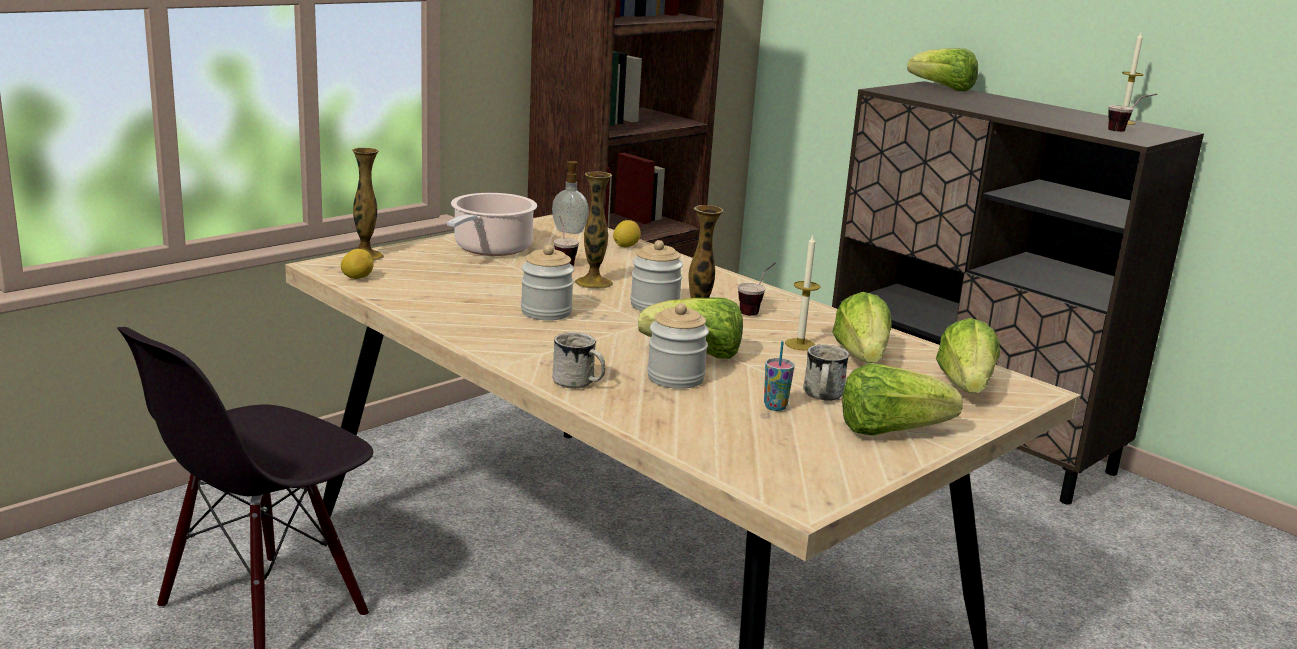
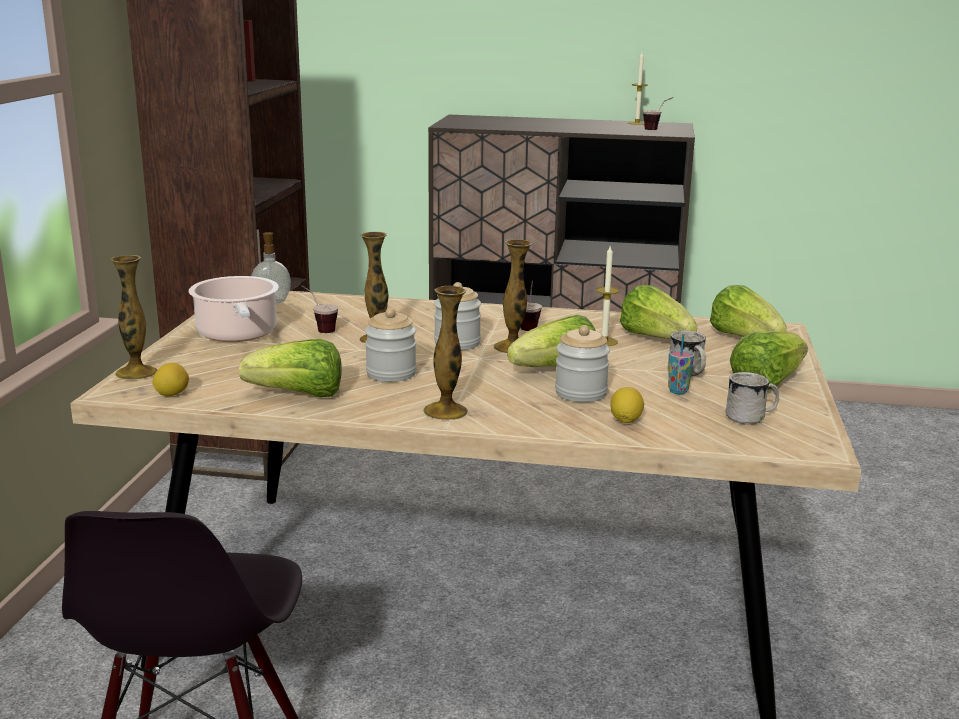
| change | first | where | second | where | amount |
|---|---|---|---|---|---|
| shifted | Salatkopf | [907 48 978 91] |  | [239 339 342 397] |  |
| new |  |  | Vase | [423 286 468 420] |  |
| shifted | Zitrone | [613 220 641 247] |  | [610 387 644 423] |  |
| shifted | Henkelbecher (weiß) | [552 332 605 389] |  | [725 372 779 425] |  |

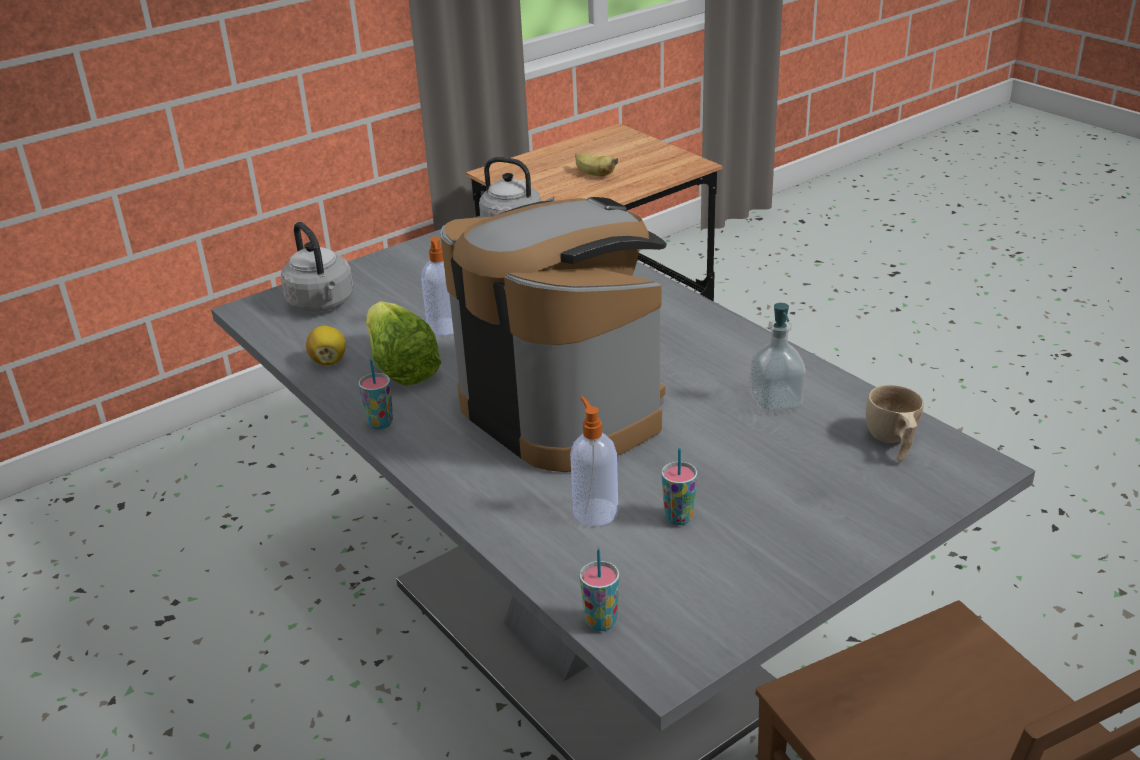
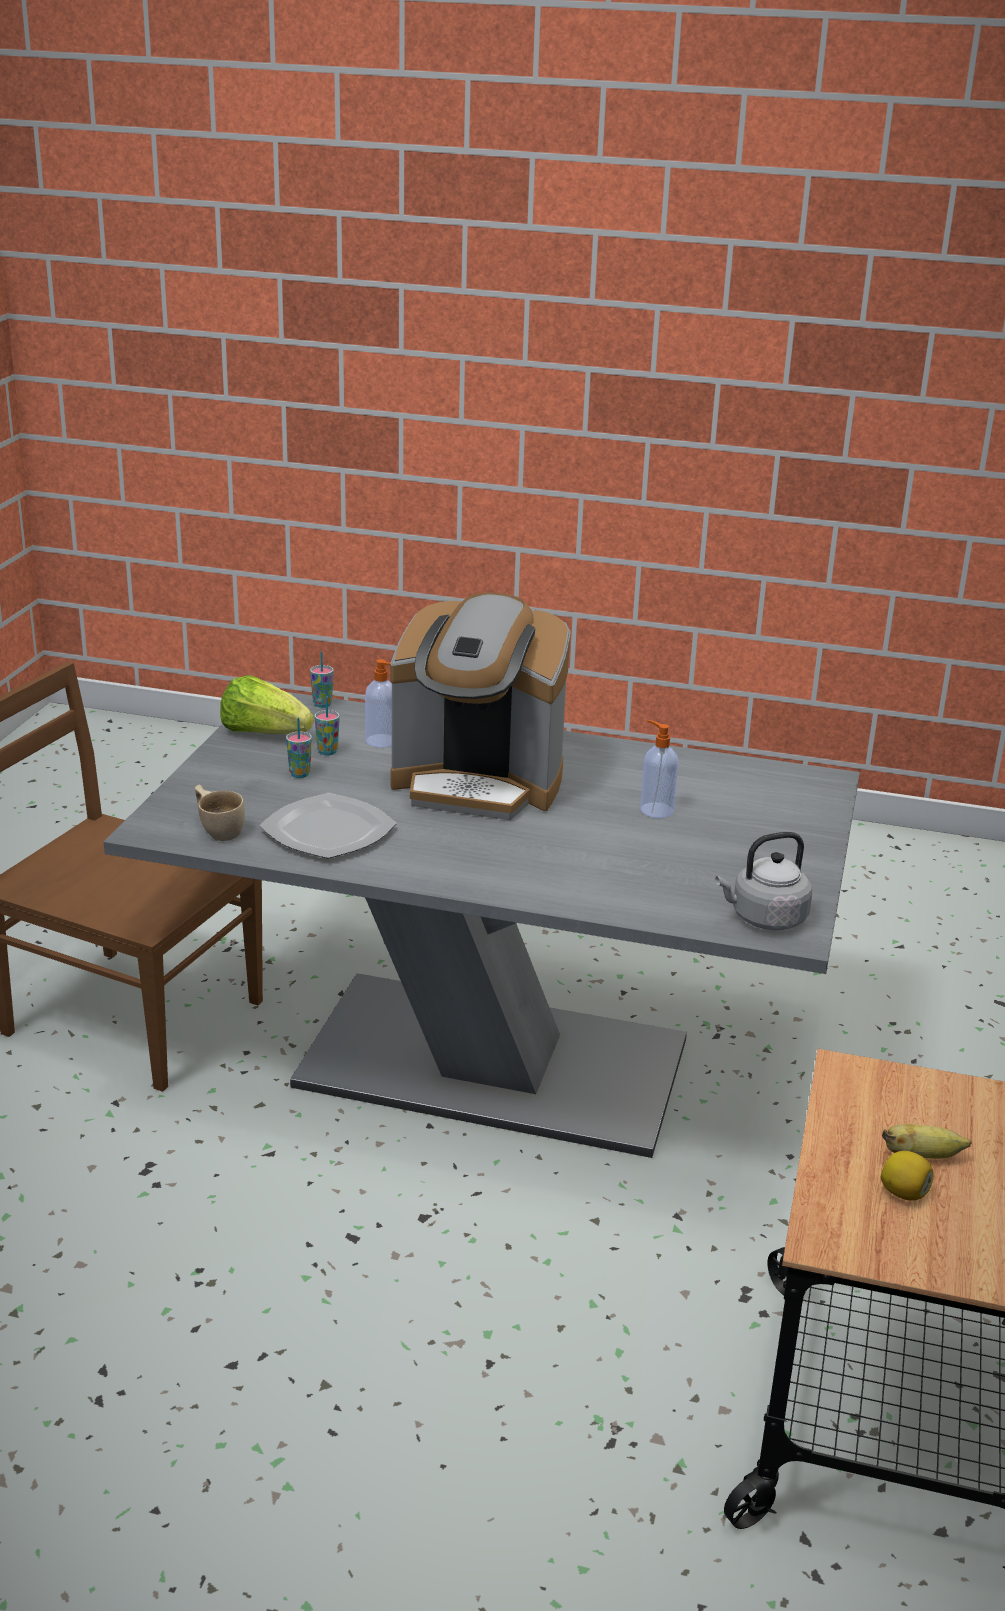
| change | first | where | second | where | amount |
|---|---|---|---|---|---|
| shifted | Salatkopf | [366 301 441 386] |  | [220 675 314 734] |  |
| swapped | Seifenspender | [749 303 806 413] | Teller | [259 793 397 858] |  |
| shifted | Tasse | [359 359 393 429] |  | [286 718 312 778] |  |
| shifted | Zitrone | [306 326 346 365] |  | [881 1151 934 1201] |  |
| gone | Wasserkessel (grau) | [281 222 353 312] |  |  |  |

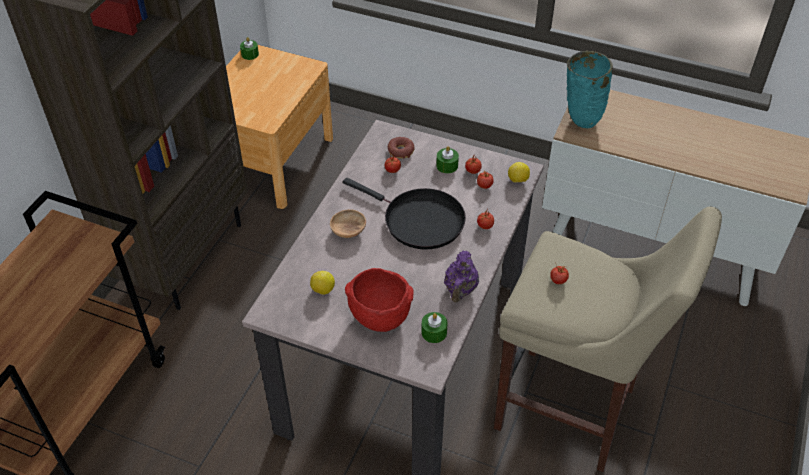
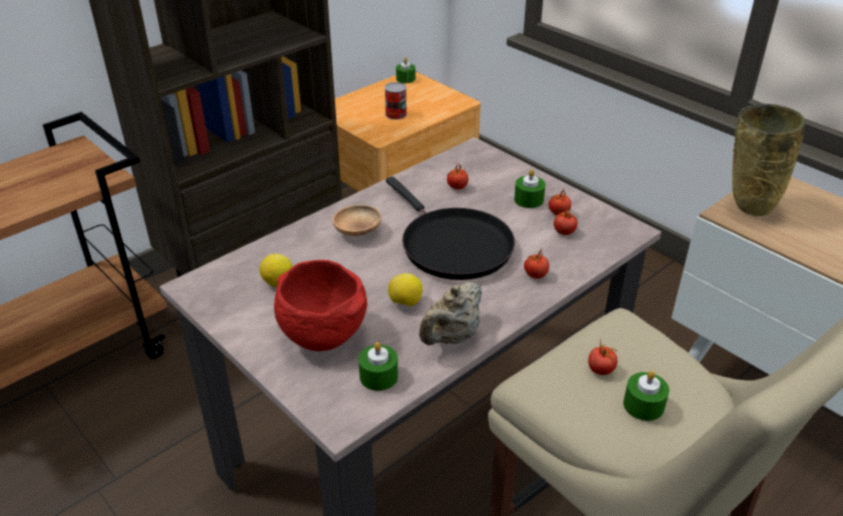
| change | first | where | second | where | amount |
|---|---|---|---|---|---|
| new |  |  | Dose | [384 82 407 120] |  |
| shifted | Zitrone | [508 162 530 183] |  | [388 273 422 306] |  |
| repainted | Teekanne (lila) | [444 251 479 302] | Teekanne (beige) | [419 282 482 345] |  |
| new |  |  | Kerze (grün) | [623 371 669 421] |  |
| repainted | Vase (türkis) | [567 51 613 128] | Vase (beige) | [732 104 806 216] |  |
| gone | Donut | [388 137 415 158] |  |  |  |

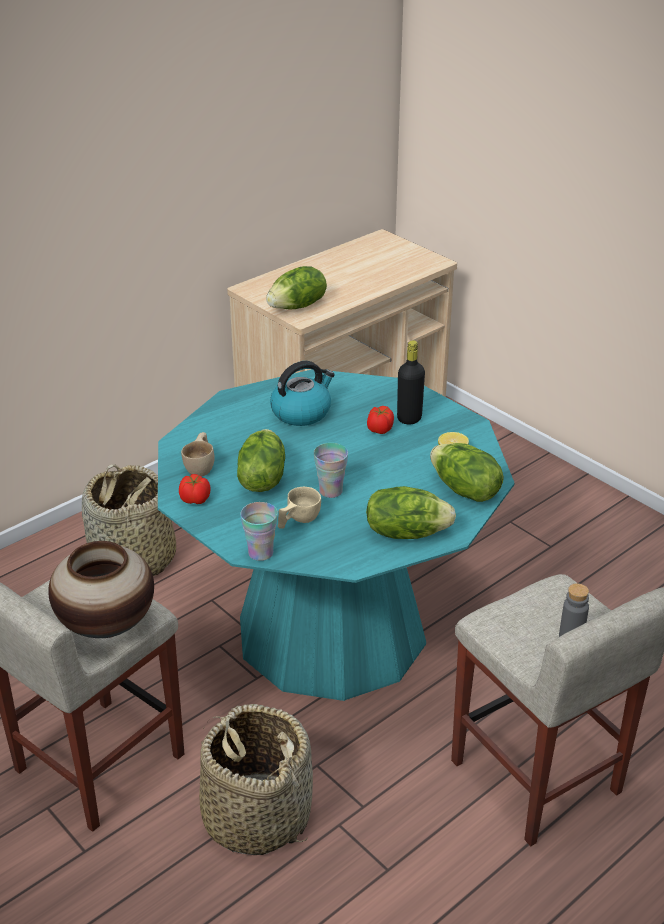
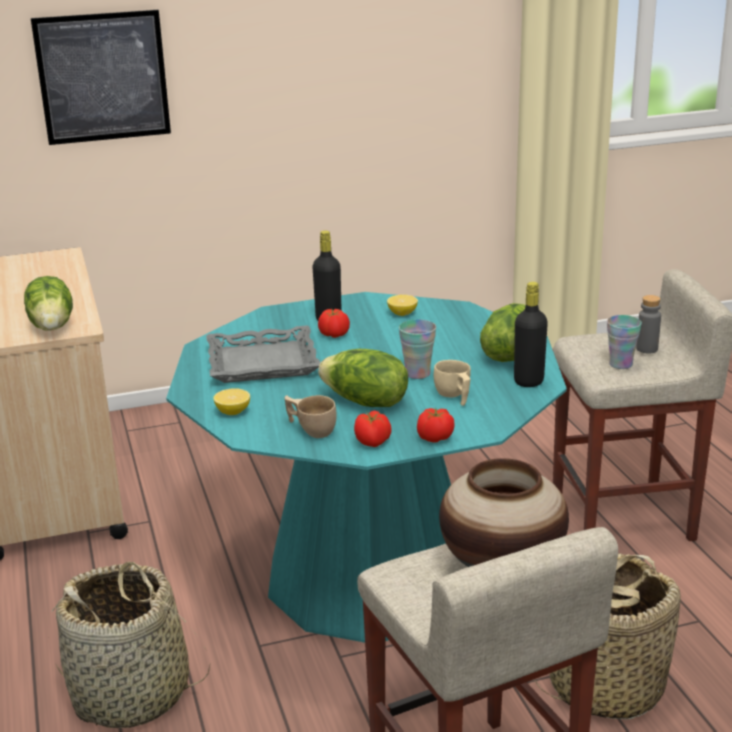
| change | first | where | second | where | amount |
|---|---|---|---|---|---|
| new |  |  | Bild | [31 10 171 145] |  |
| swapped | Wasserkessel | [270 361 335 426] | Tablett (grau) | [206 325 320 383] |  |
| new |  |  | Zitrone | [213 388 250 415] |  |
| new |  |  | Tomate | [417 408 454 443] |  |
| new |  |  | Flasche (schwarz) | [514 282 548 387] |  |
| shifted | Tasse | [240 502 278 561] |  | [607 315 642 369] |  |
| gone | Salatkopf | [430 443 504 502] |  |  |  |

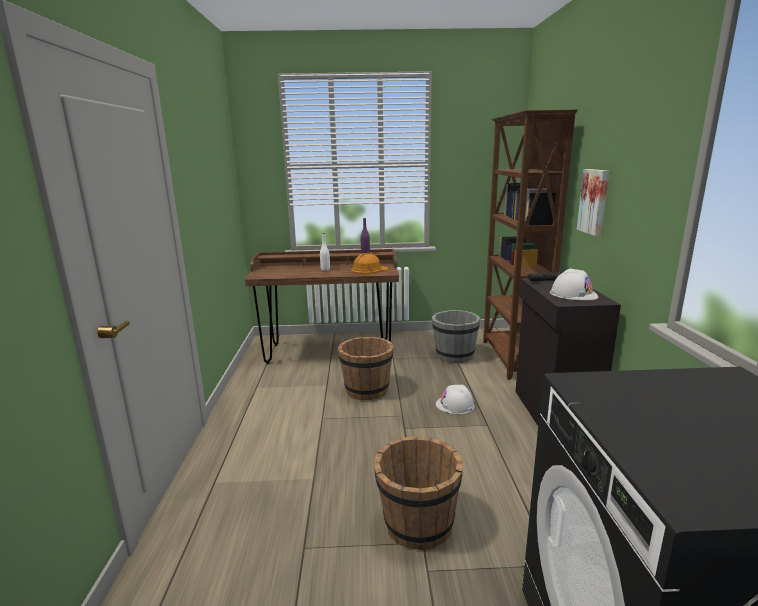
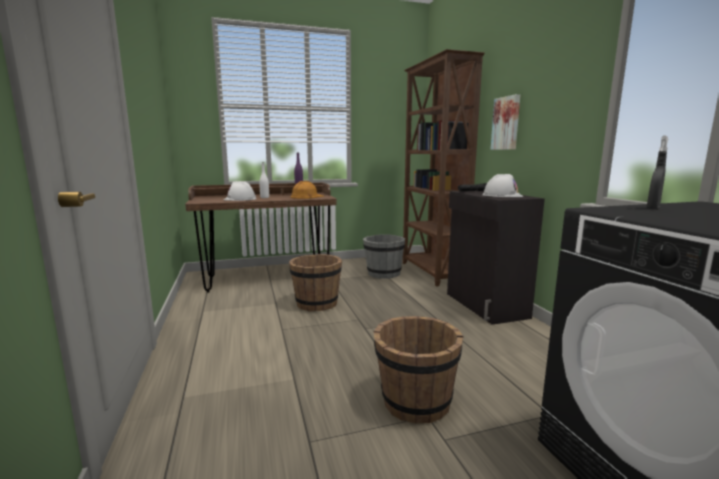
| change | first | where | second | where | amount |
|---|---|---|---|---|---|
| shifted | Schutzhelm (weiß) | [436 385 475 414] |  | [224 181 257 201] |  |
| new |  |  | Sprühflasche (grau) | [647 136 668 209] |  |

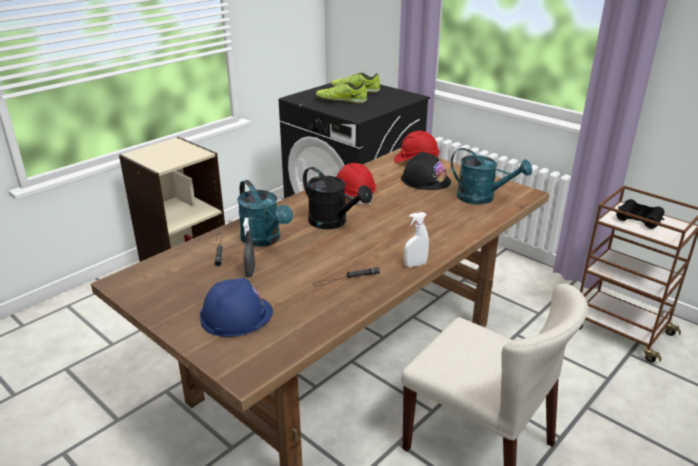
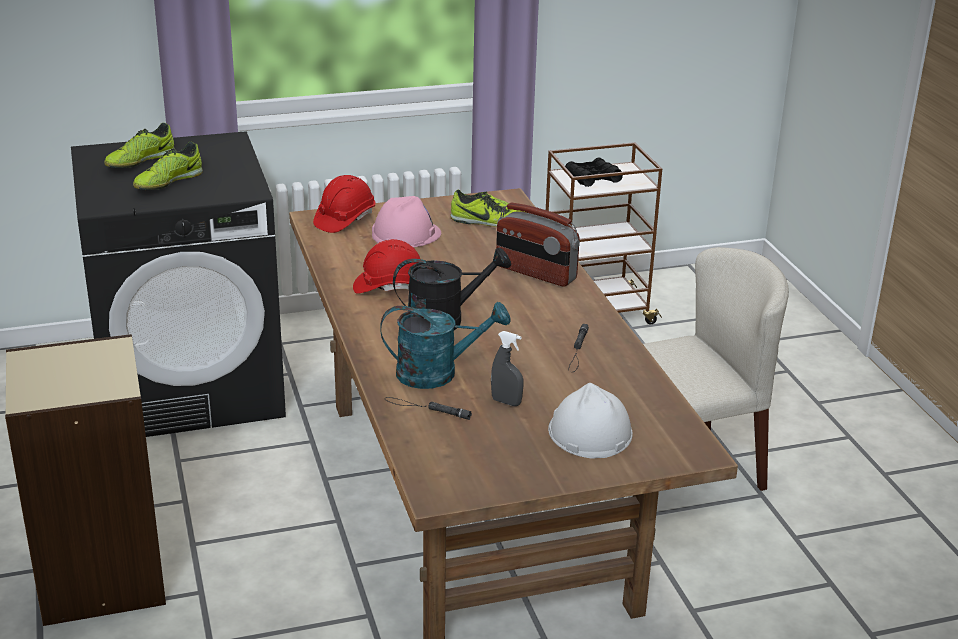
| change | first | where | second | where | amount |
|---|---|---|---|---|---|
| repainted | Schutzhelm (schwarz) | [401 151 451 190] | Schutzhelm (rosa) | [372 196 441 247] |  |
| swapped | Gießkanne (türkis) | [451 148 532 205] | Schuh | [450 189 524 227] |  |
| new |  |  | Radio | [496 203 580 287] |  |
| repainted | Schutzhelm (blau) | [200 278 273 337] | Schutzhelm (weiß) | [548 383 632 458] |  |
| gone | Sprühflasche (weiß) | [404 212 429 267] |  |  |  |

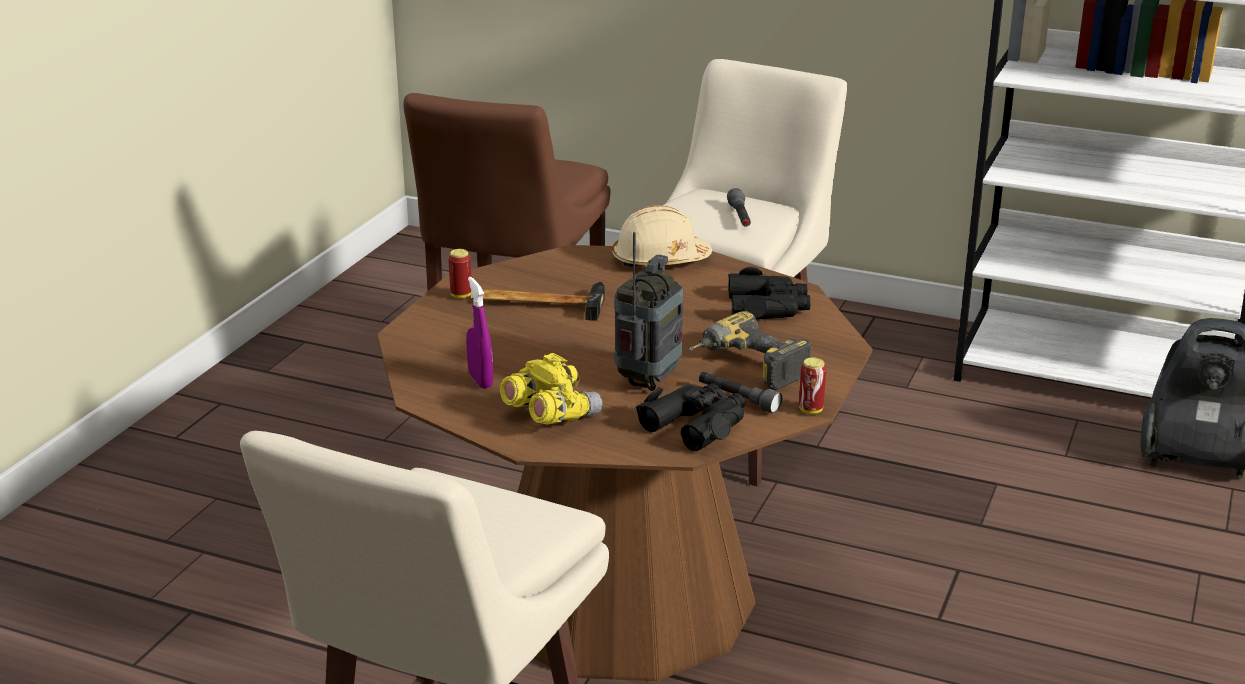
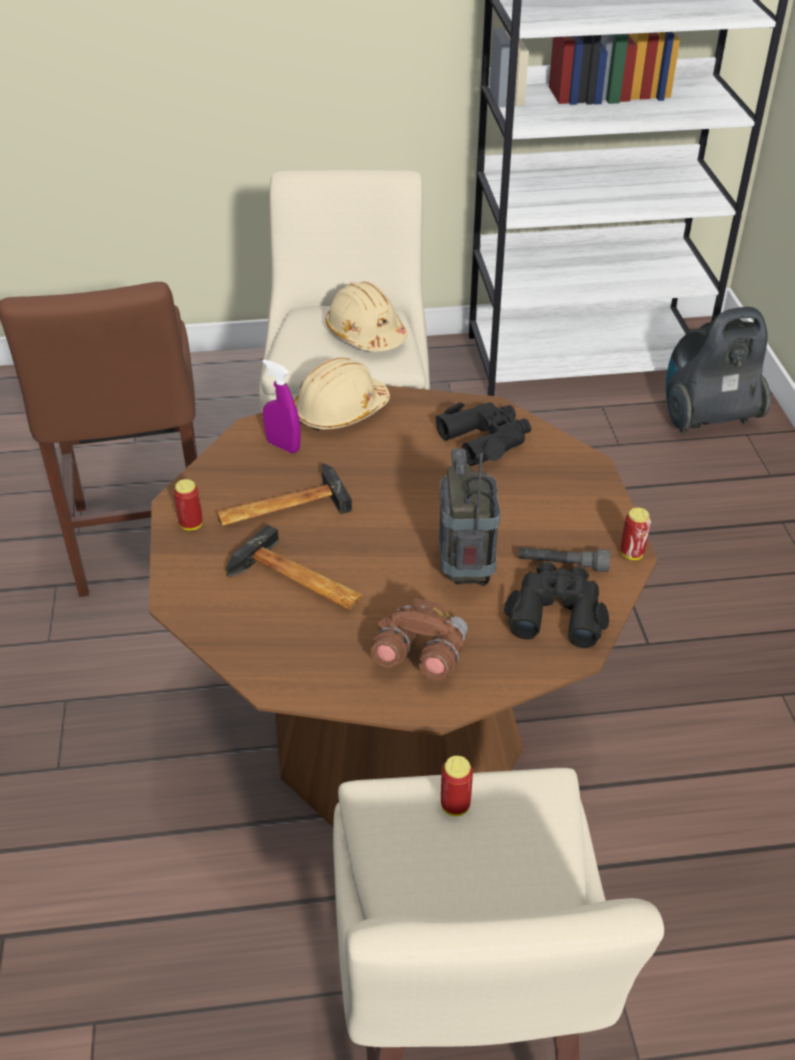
| change | first | where | second | where | amount |
|---|---|---|---|---|---|
| new |  |  | Hammer | [226 524 363 610] |  |
| shifted | Sprühflasche (lila) | [466 277 493 389] |  | [262 359 300 453] |  |
| swapped | Taschenlampe (grau) | [727 188 751 227] | Schutzhelm (beige) | [326 282 407 351] |  |
| repainted | Fernglas (gelb) | [500 353 603 425] | Fernglas (braun) | [371 598 468 680] |  |
| new |  |  | Dose | [441 756 473 816] |  |
| gone | Bohrmaschine | [689 311 812 390] |  |  |  |

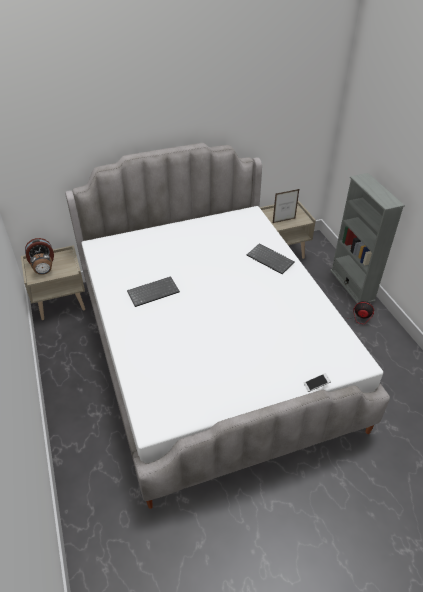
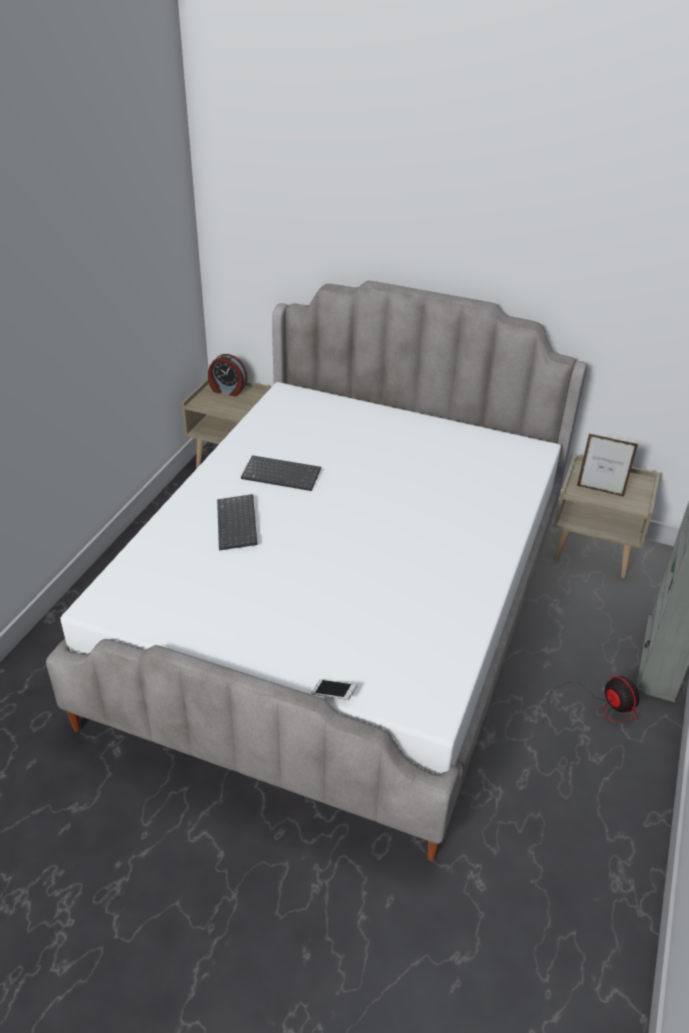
| change | first | where | second | where | amount |
|---|---|---|---|---|---|
| shifted | Tastatur | [247 244 295 274] |  | [217 494 257 550] |  |
| gone | Wecker | [30 251 52 275] |  |  |  |

